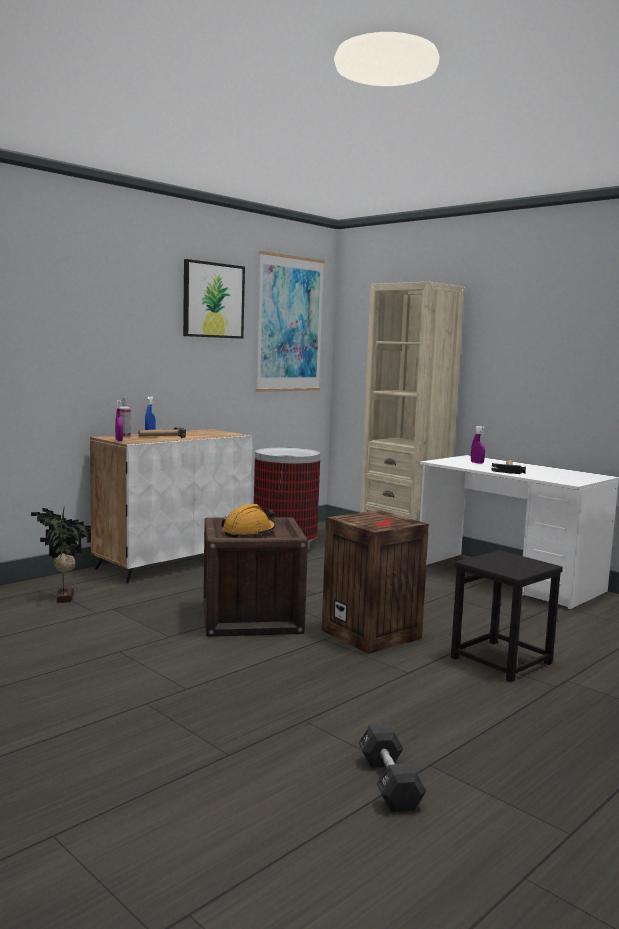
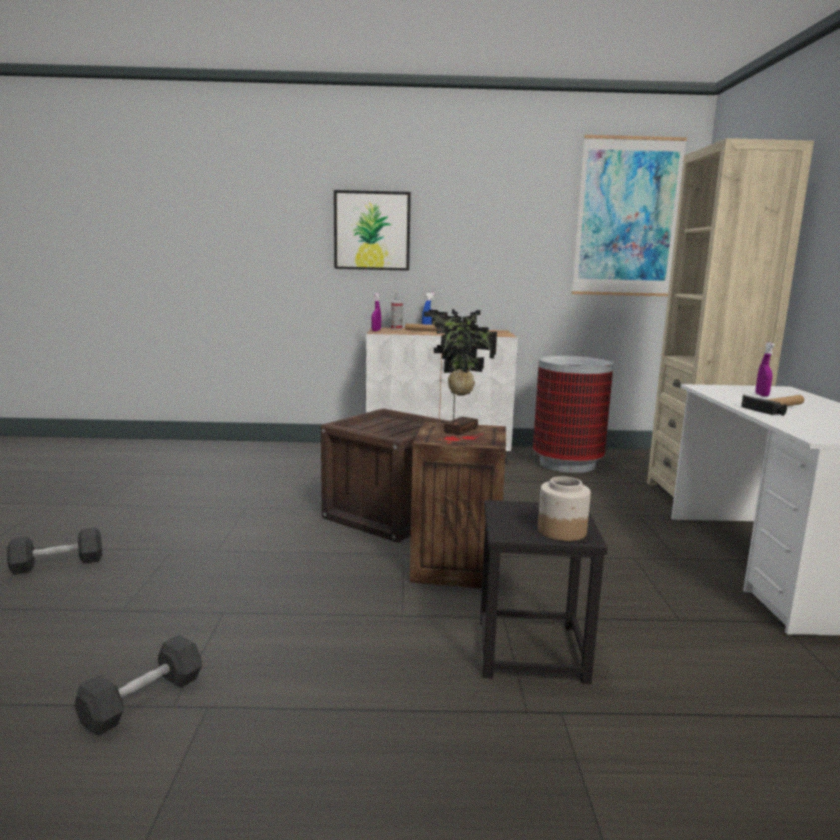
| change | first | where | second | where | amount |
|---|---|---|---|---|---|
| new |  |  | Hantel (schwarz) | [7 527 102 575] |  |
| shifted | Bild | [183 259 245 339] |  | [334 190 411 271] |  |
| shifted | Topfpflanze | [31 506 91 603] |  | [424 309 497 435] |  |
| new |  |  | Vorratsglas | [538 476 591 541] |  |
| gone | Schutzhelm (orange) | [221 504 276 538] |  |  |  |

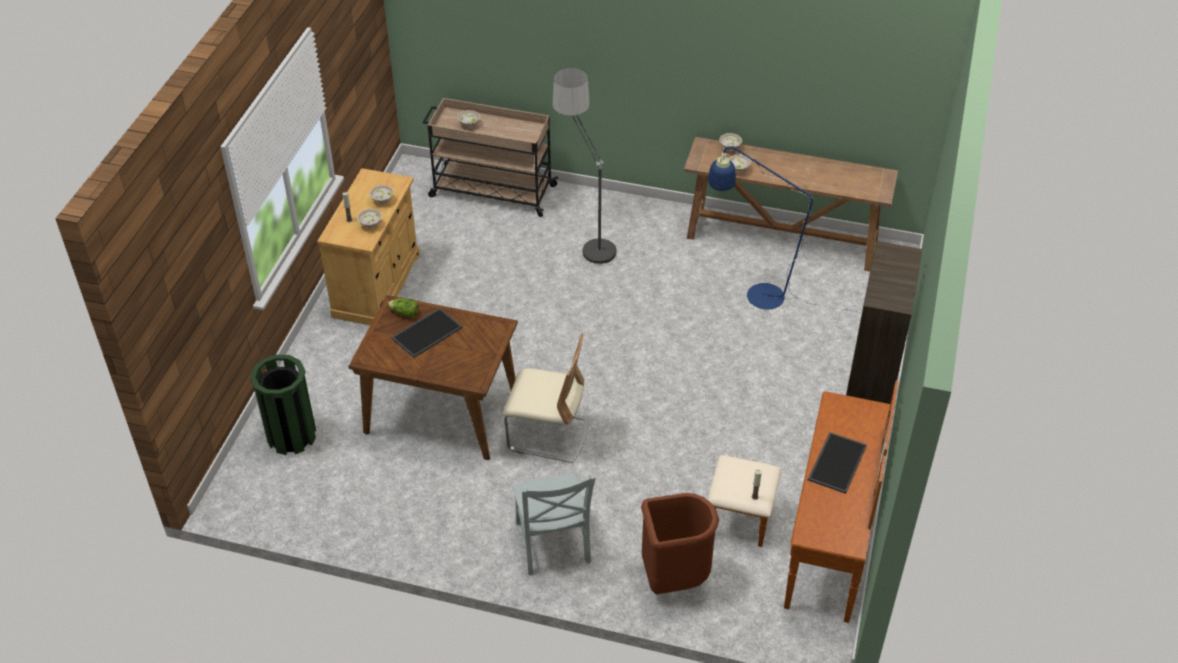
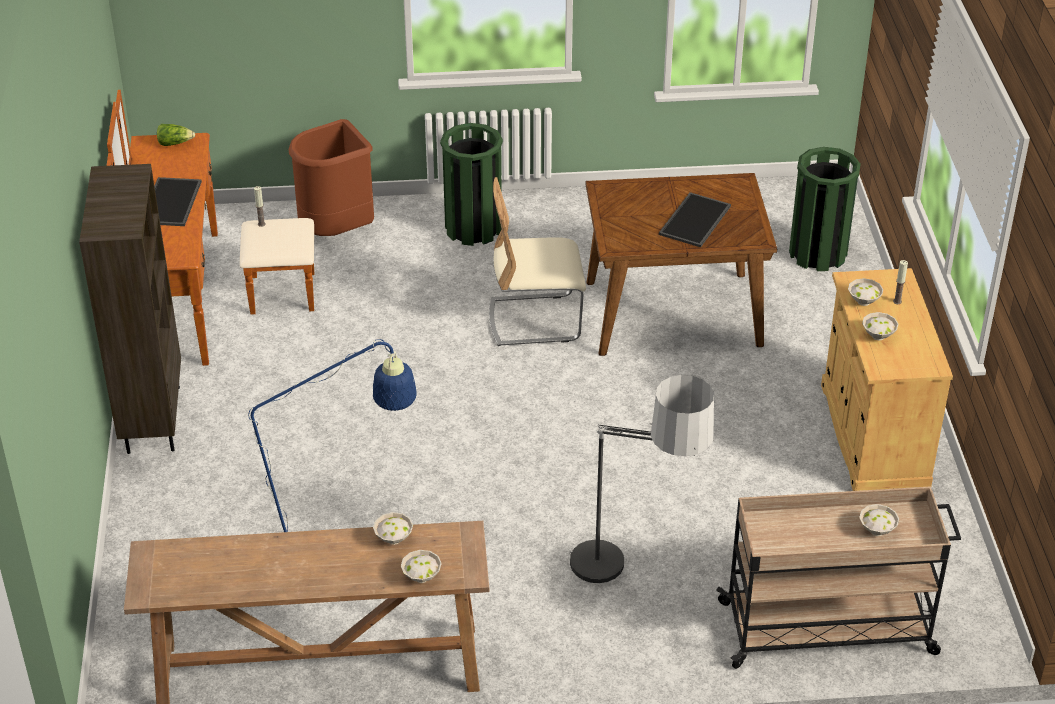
| change | first | where | second | where | amount |
|---|---|---|---|---|---|
| shifted | Salatkopf | [388 298 418 318] |  | [157 124 195 146] |  |
| swapped | Stuhl (grau) | [512 473 596 575] | Mülleimer (grün) | [440 123 503 246] |  |

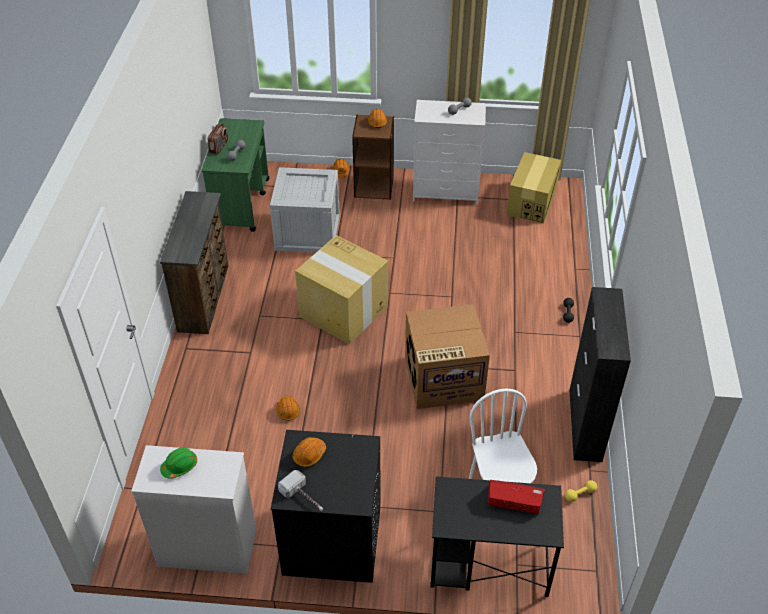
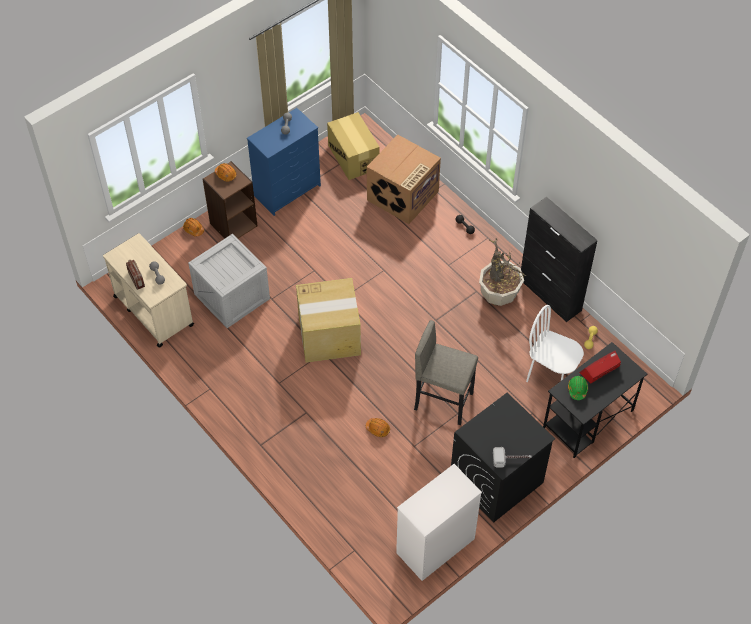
| change | first | where | second | where | amount |
|---|---|---|---|---|---|
| repainted | Rollwagen (grün) | [202 118 269 232] | Rollwagen (beige) | [103 233 194 347] |  |
| repainted | Kommode (weiß) | [413 100 486 205] | Kommode (blau) | [247 108 321 216] |  |
| shifted | Karton | [405 304 490 409] |  | [367 134 441 224] |  |
| new |  |  | Hocker (grau) | [414 320 478 425] |  |
| new |  |  | Topfpflanze | [479 238 526 306] |  |
| shifted | Schutzhelm (grün) | [160 447 197 479] |  | [568 376 588 400] |  |
| gone | Kommode (braun) | [160 191 228 334] |  |  |  |
| gone | Schutzhelm (orange) | [293 437 326 467] |  |  |  |

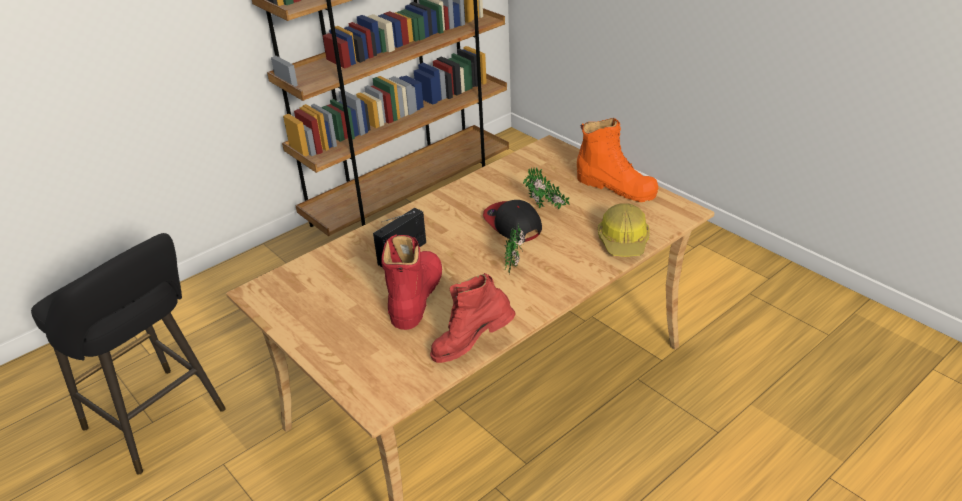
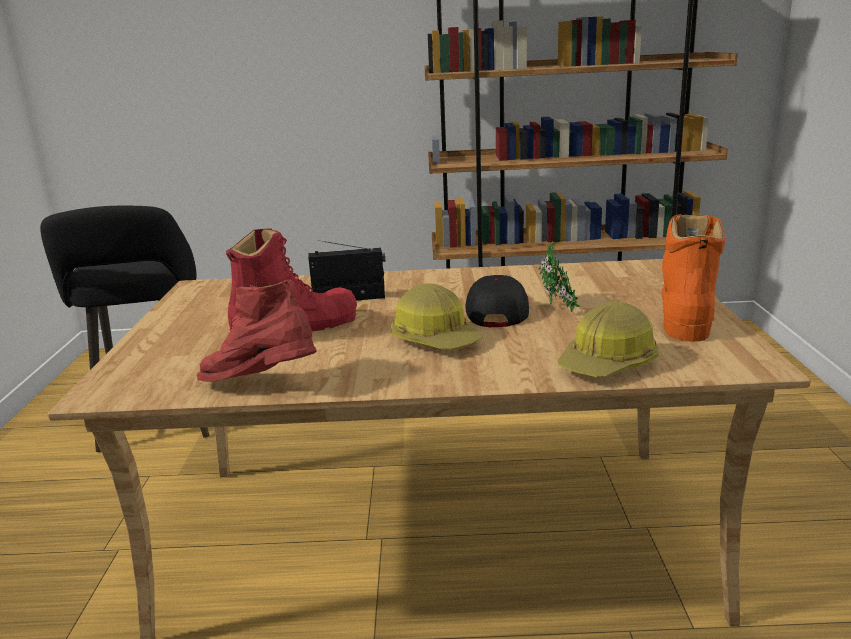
| change | first | where | second | where | amount |
|---|---|---|---|---|---|
| swapped | Topfpflanze | [504 225 525 276] | Schutzhelm | [391 283 483 349] |  |
| rotated | Stiefel (orange) | [577 118 658 202] |  | [661 214 725 342] | 150 degrees counterclockwise |

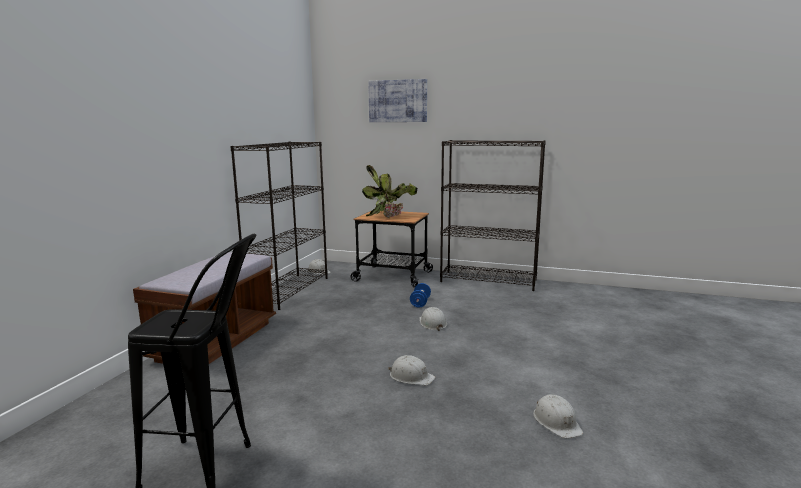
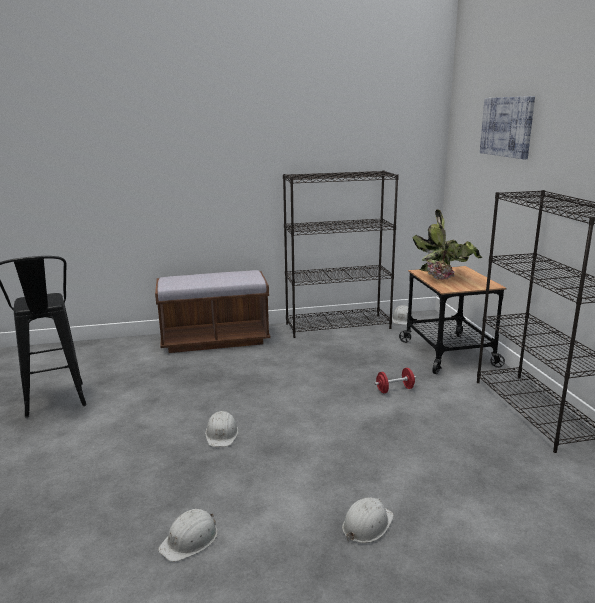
| change | first | where | second | where | amount |
|---|---|---|---|---|---|
| shifted | Schutzhelm (weiß) | [419 307 447 331] |  | [342 498 394 543] |  |
| repainted | Hantel (blau) | [410 283 431 308] | Hantel (rot) | [374 368 416 393] |  |

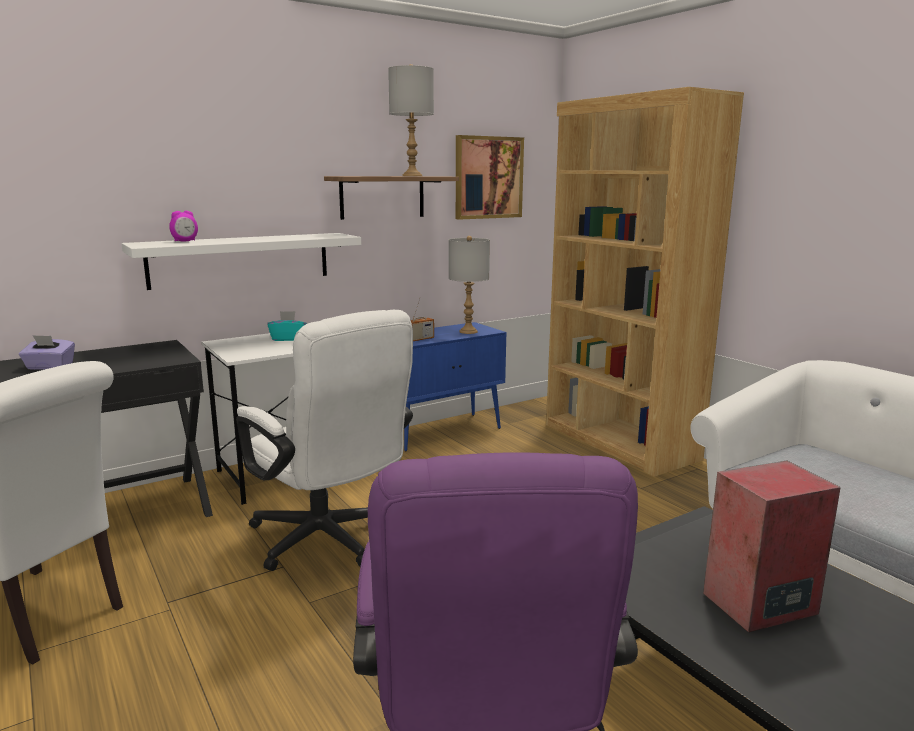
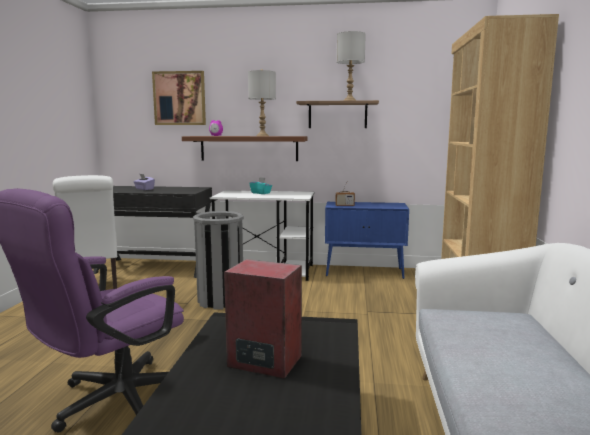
| change | first | where | second | where | amount |
|---|---|---|---|---|---|
| shifted | Bild | [456 135 524 220] |  | [152 71 206 125] |  |
| repainted | Wandregal (weiß) | [121 233 361 290] | Wandregal (braun) | [182 136 307 161] |  |
| swapped | Bürostuhl (weiß) | [236 310 413 571] | Mülleimer (grau) | [193 211 244 310] |  |
| shifted | Tischlampe (grau) | [449 236 490 334] |  | [248 69 276 136] |  |

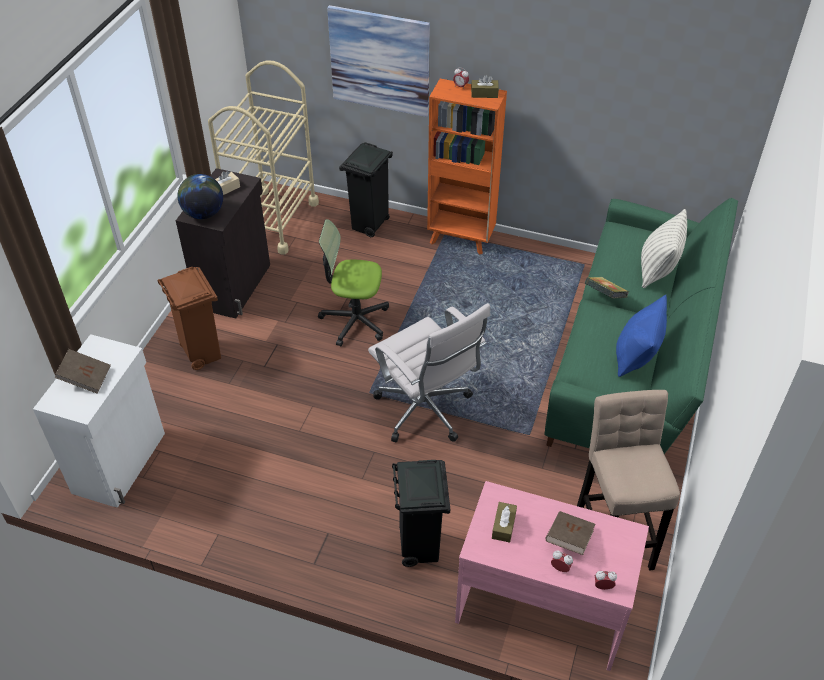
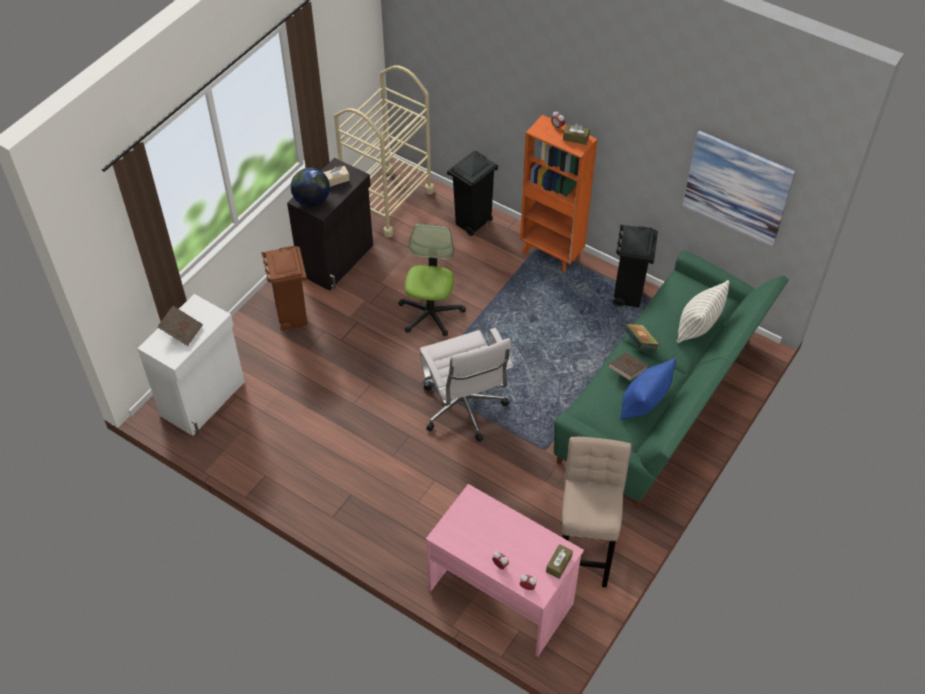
| change | first | where | second | where | amount |
|---|---|---|---|---|---|
| rotated | Bürostuhl | [318 219 389 347] |  | [398 224 466 336] | 75 degrees clockwise |
| shifted | Taschentuchbox (braun) | [492 502 517 543] |  | [546 544 573 579] |  |
| shifted | Buch (braun) | [546 511 595 555] |  | [608 352 648 381] |  |
| shifted | Mülleimer (schwarz) | [392 460 450 567] |  | [613 225 658 307] |  |
| shifted | Bild | [327 5 430 117] |  | [683 131 795 246] |  |

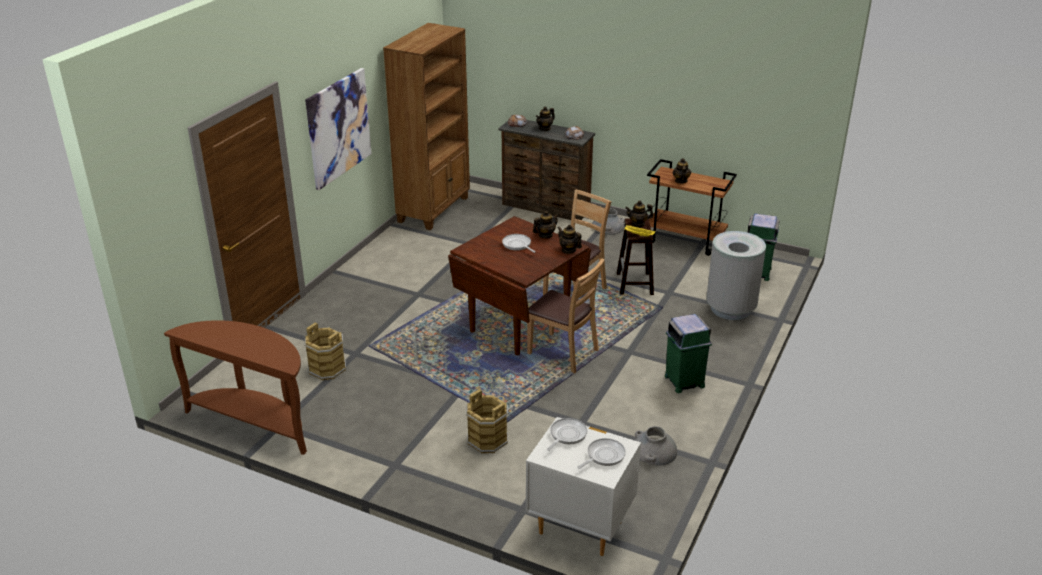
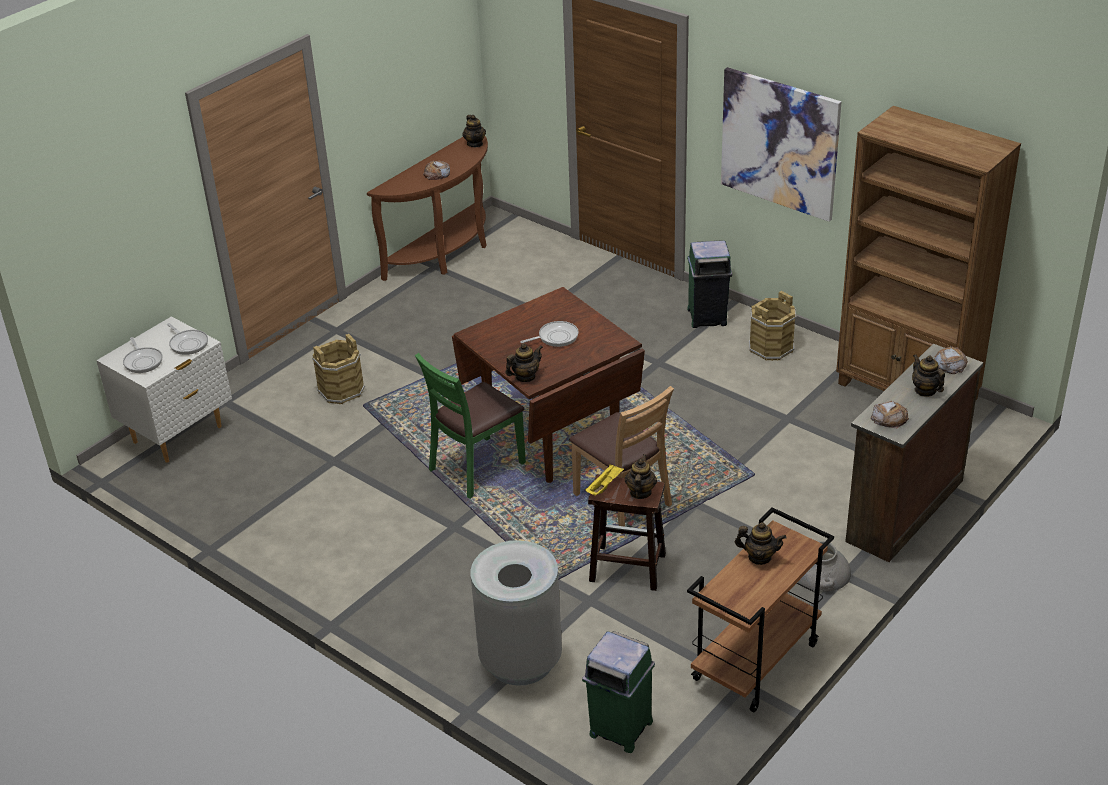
| change | first | where | second | where | amount |
|---|---|---|---|---|---|
| repainted | Stuhl (braun) | [527 258 604 374] | Stuhl (grün) | [415 353 526 499] |  |
| new |  |  | Brot | [423 160 450 180] |  |
| shifted | Teekanne | [533 210 559 238] |  | [463 115 486 147] |  |
| shifted | Mülleimer (grün) | [665 314 712 393] |  | [687 241 732 328] |  |
| shifted | Eimer (braun) | [305 322 346 380] |  | [749 291 797 361] |  |
| gone | Vase (grau) | [635 426 677 466] |  |  |  |

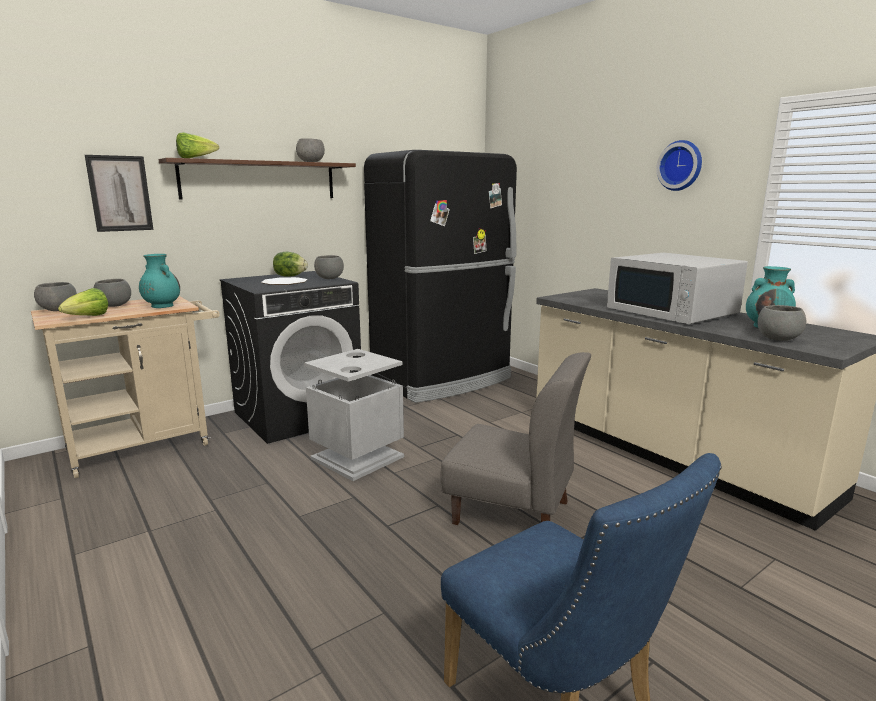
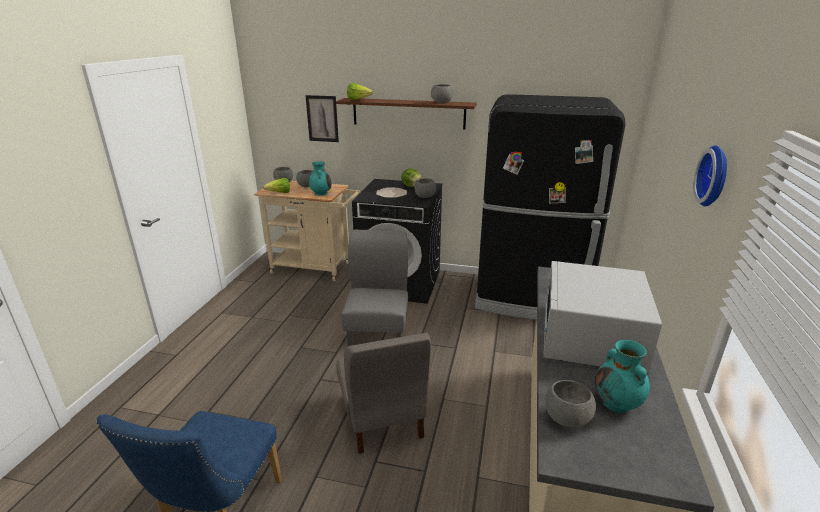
| change | first | where | second | where | amount |
|---|---|---|---|---|---|
| swapped | Mülleimer (grau) | [304 349 404 481] | Stuhl (grau) | [341 230 408 346] |  |

